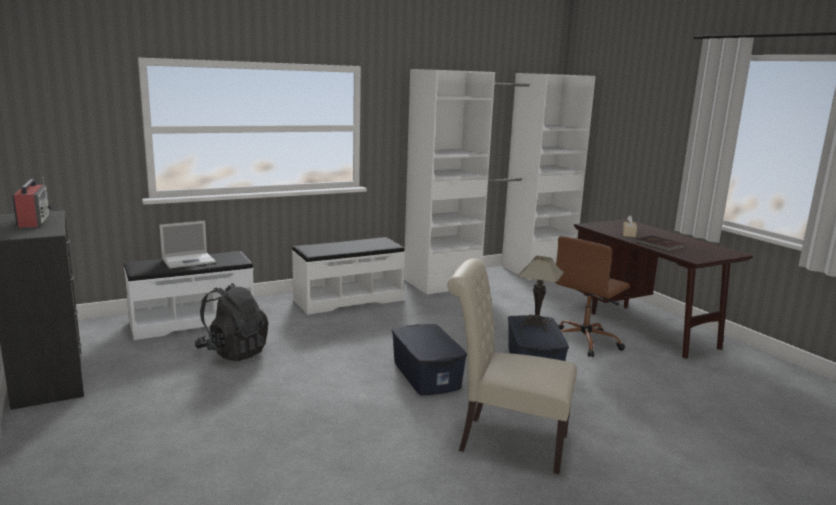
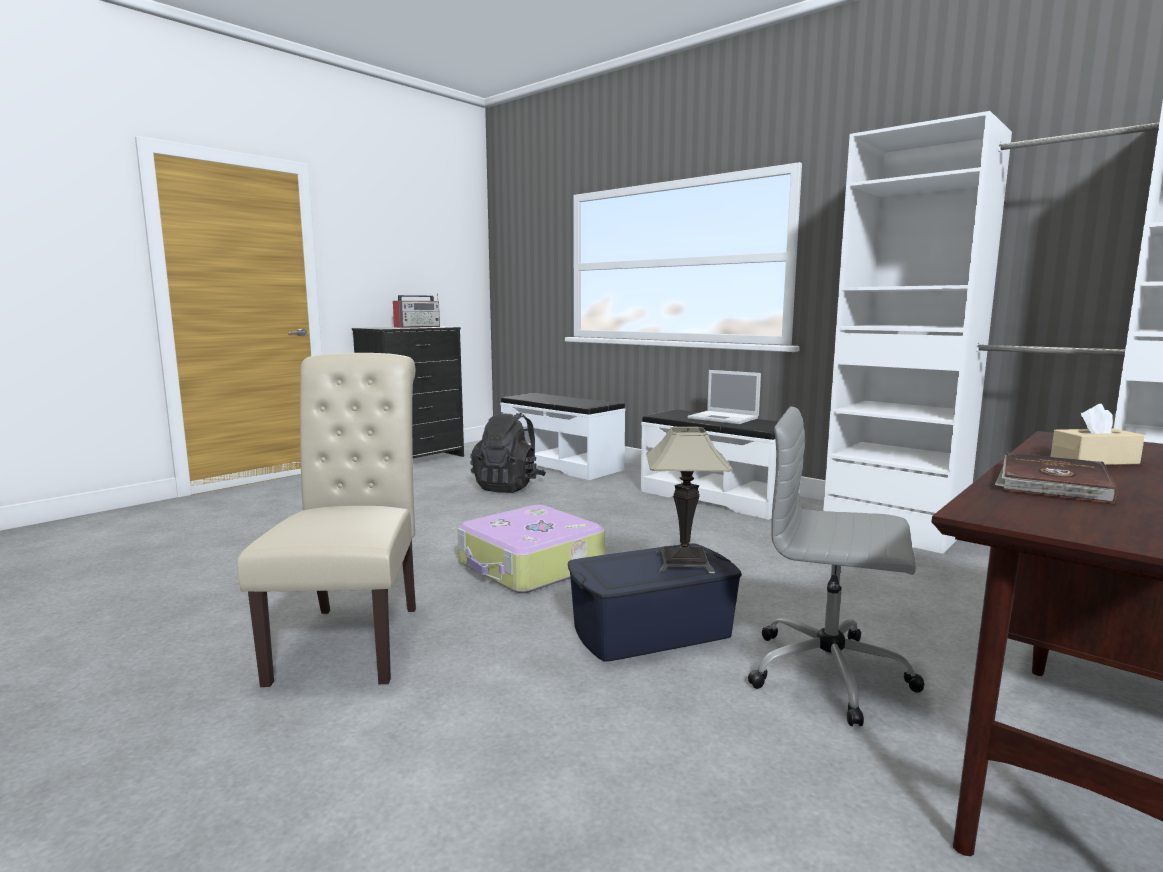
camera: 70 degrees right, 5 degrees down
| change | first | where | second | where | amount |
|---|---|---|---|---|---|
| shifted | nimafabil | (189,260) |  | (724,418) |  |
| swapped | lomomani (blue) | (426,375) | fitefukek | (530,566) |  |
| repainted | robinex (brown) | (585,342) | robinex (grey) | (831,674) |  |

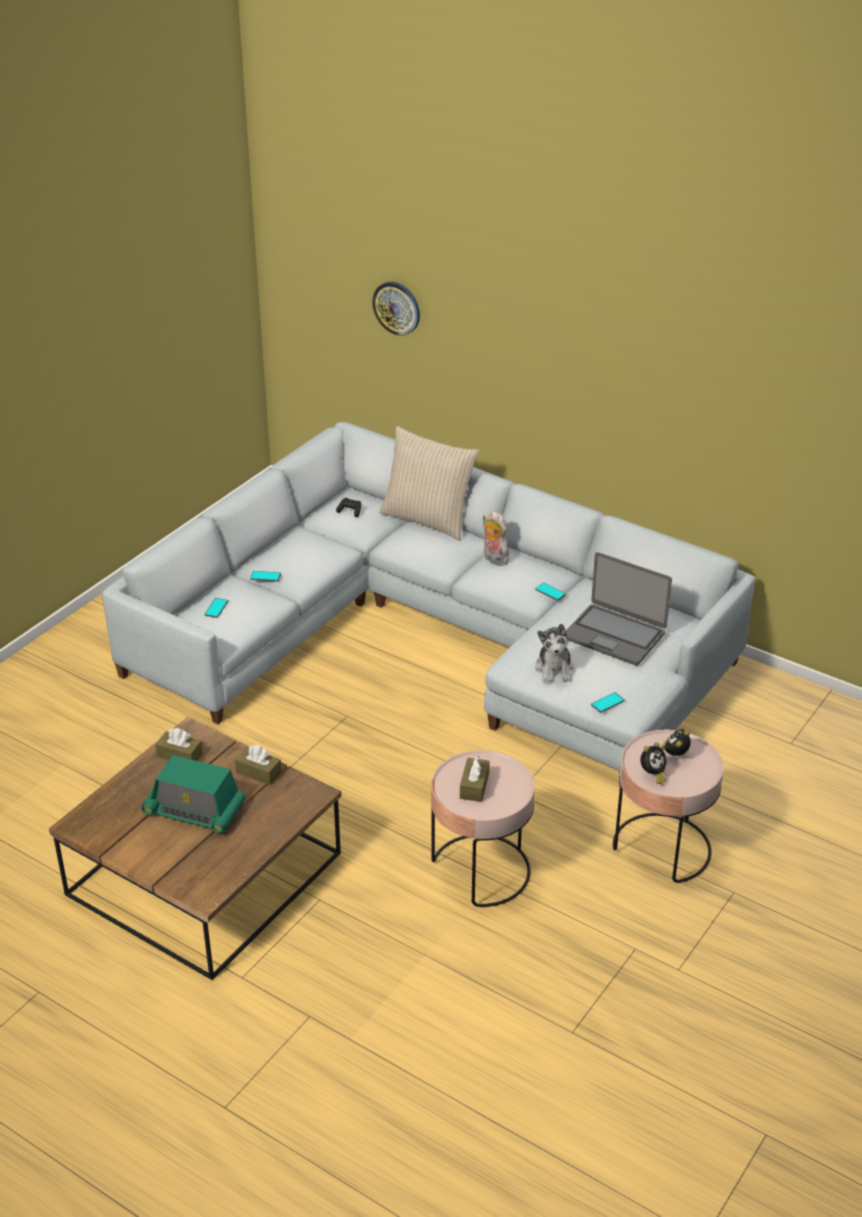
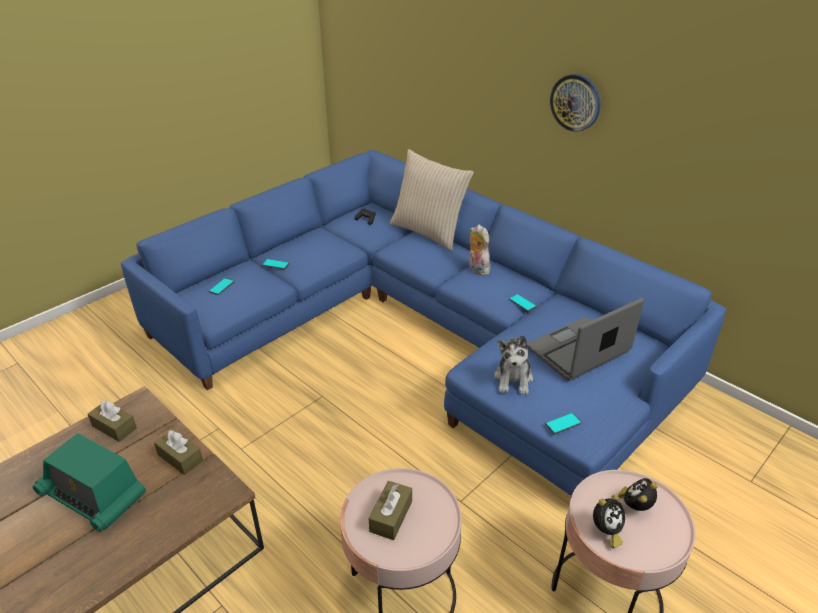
camera: 10 degrees right, 0 degrees up
| change | first | where | second | where | amount |
|---|---|---|---|---|---|
| shifted | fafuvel | (397,308) |  | (575,102) |  |
| repainted | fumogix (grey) | (436,635) | fumogix (blue) | (422,330) |  |
| rotated | nimafabil | (614,635) |  | (579,351) | 105 degrees clockwise |

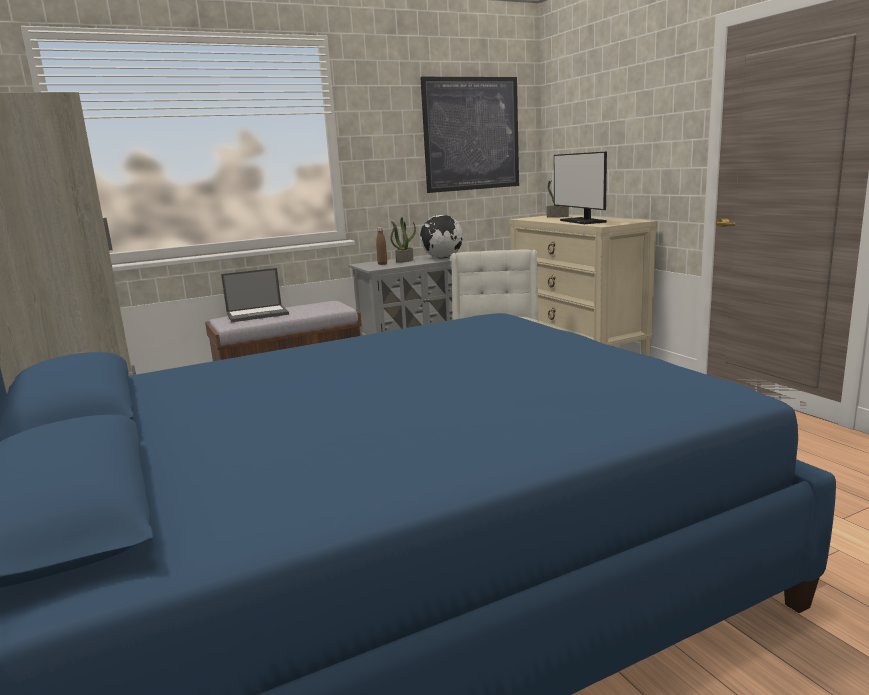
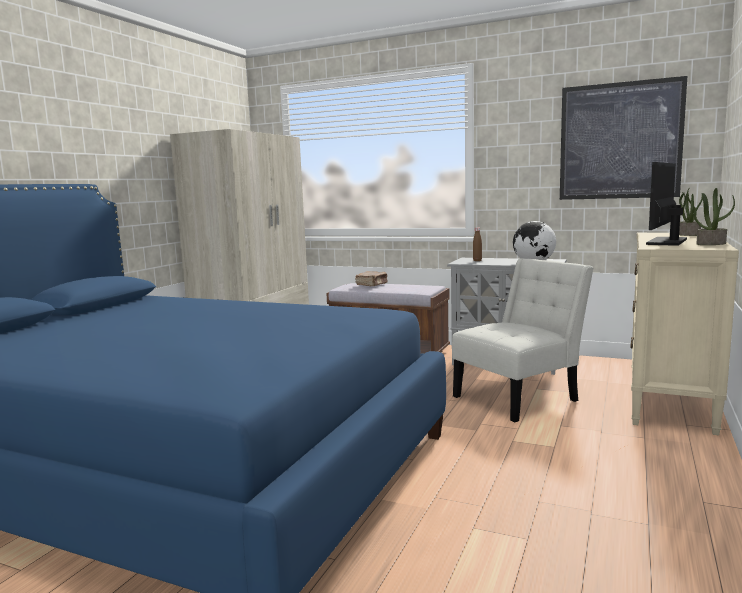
camera: 50 degrees right, 5 degrees down
| change | first | where | second | where | amount |
|---|---|---|---|---|---|
| shifted | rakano | (404,260) |  | (711,244) |  |
| swapped | nimafabil | (258,314) | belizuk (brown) | (372,284) |  |

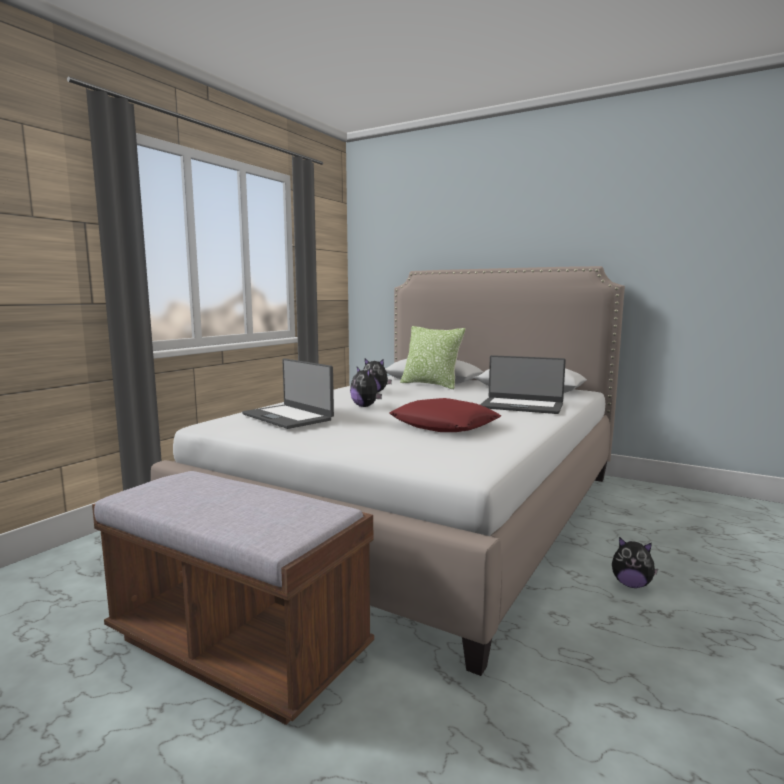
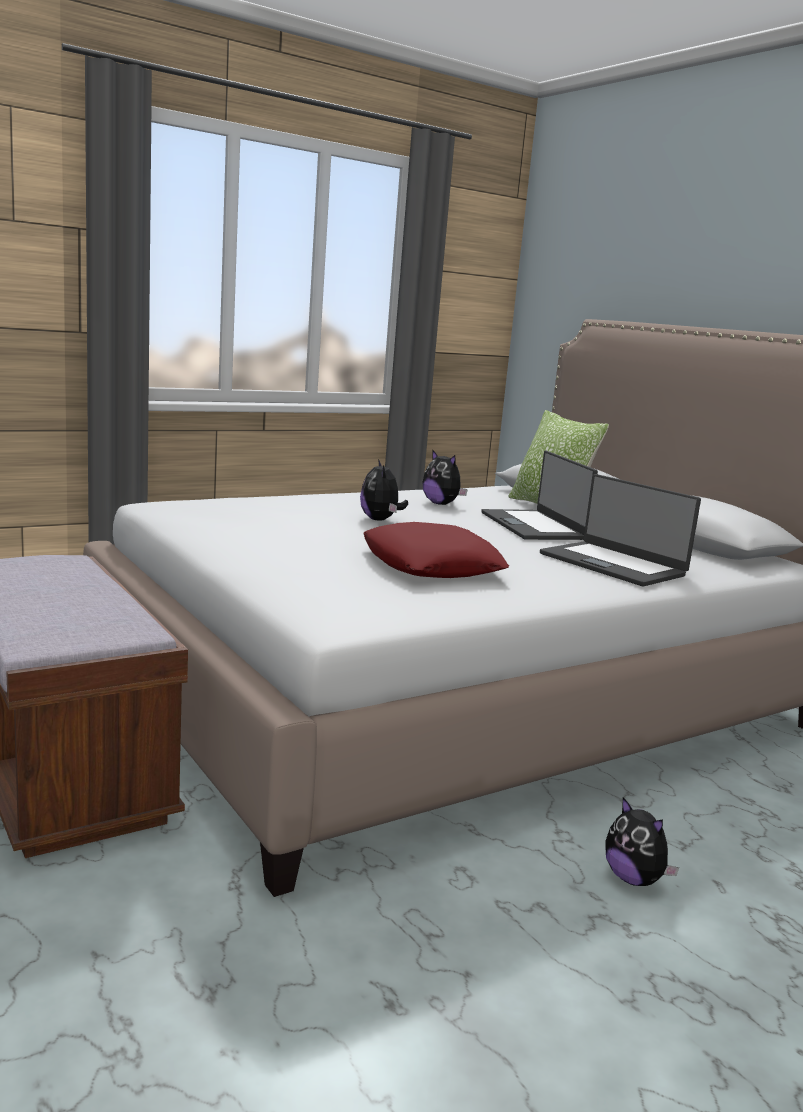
camera: 25 degrees right, 5 degrees up
| change | first | where | second | where | amount |
|---|---|---|---|---|---|
| shifted | nimafabil | (288,417) |  | (534,526) |  |

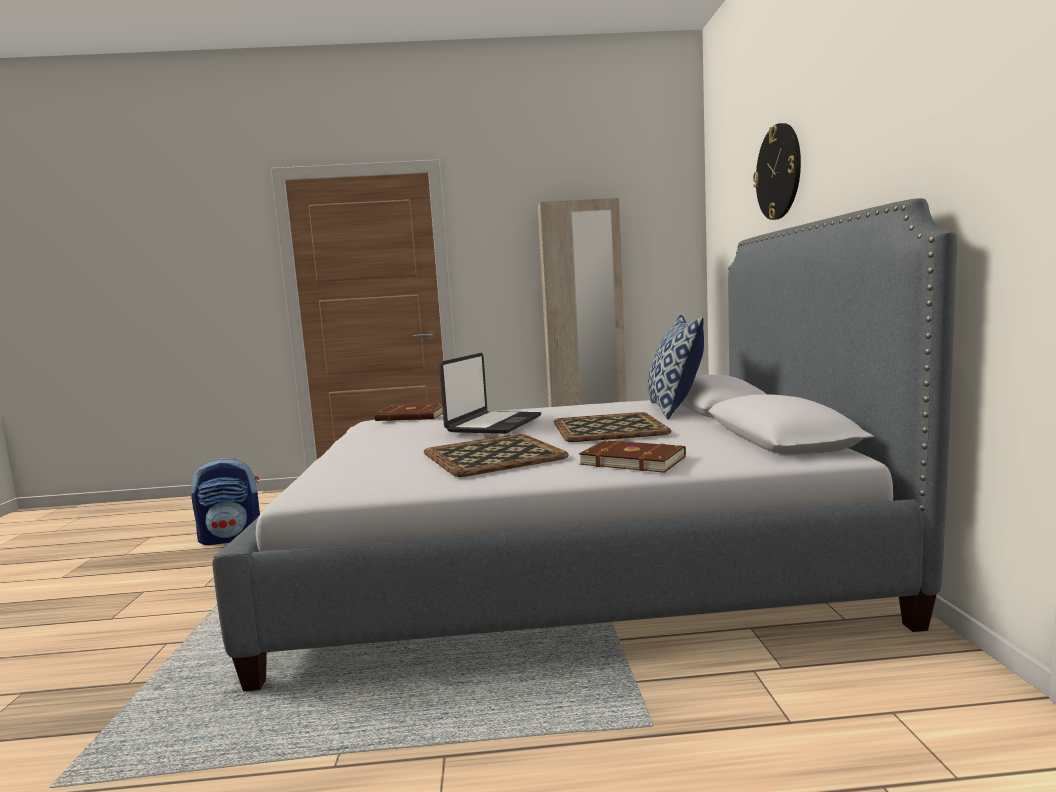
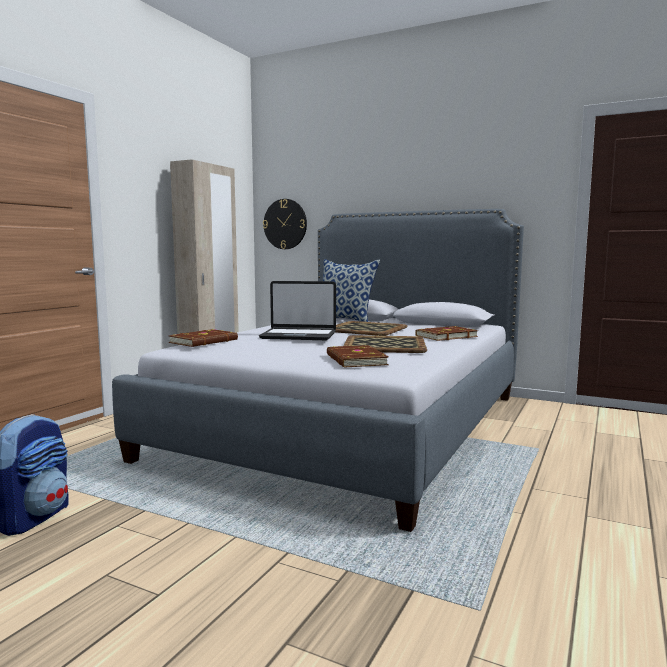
camera: 60 degrees left, 0 degrees up
| change | first | where | second | where | amount |
|---|---|---|---|---|---|
| new |  |  | belizuk (brown) | (355,360) |  |
| shifted | fafuvel | (778,172) |  | (285,224) |  |
| rotated | nimafabil | (493,424) |  | (298,335) | 135 degrees clockwise |

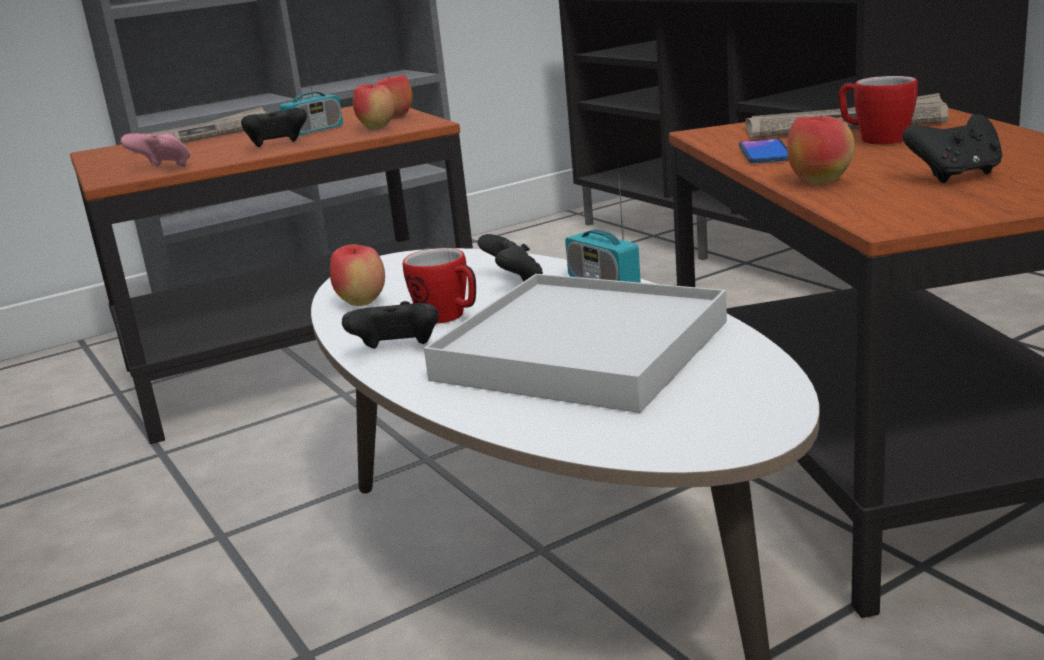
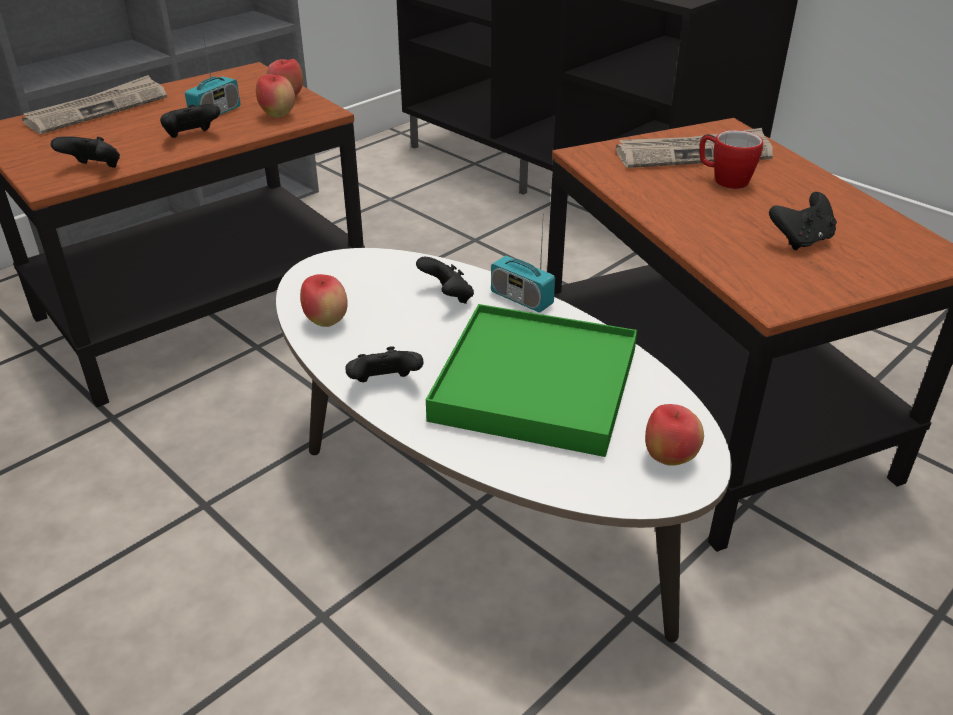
camera: 15 degrees left, 15 degrees up
| change | first | where | second | where | amount |
|---|---|---|---|---|---|
| gone | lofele | (449,317) |  |  |  |
| gone | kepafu | (765,153) |  |  |  |
| shifted | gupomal | (819,182) |  | (669,458) |  |
| repainted | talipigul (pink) | (163,168) | talipigul (black) | (94,169) |  |
| repainted | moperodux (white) | (582,351) | moperodux (green) | (536,385) |  |

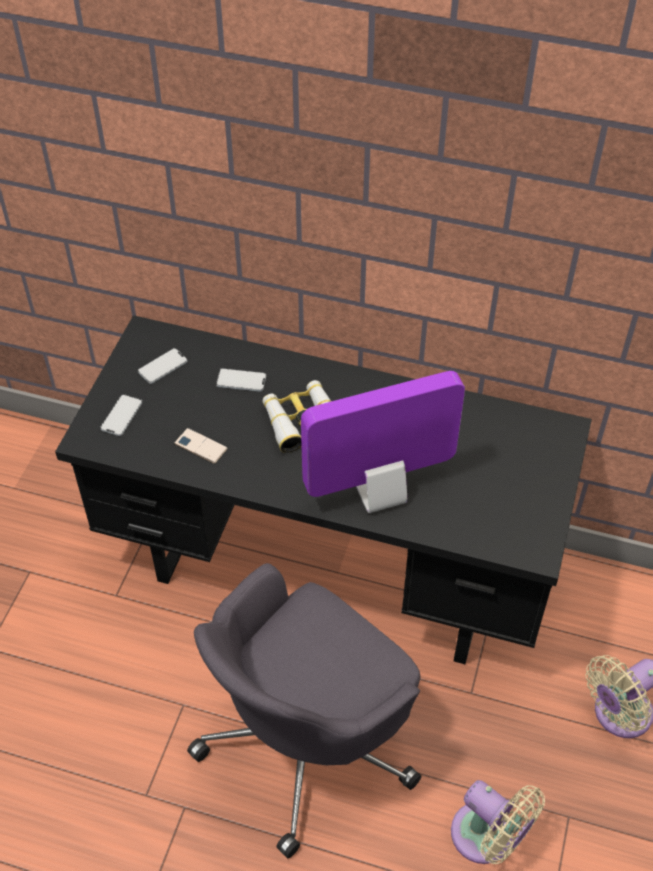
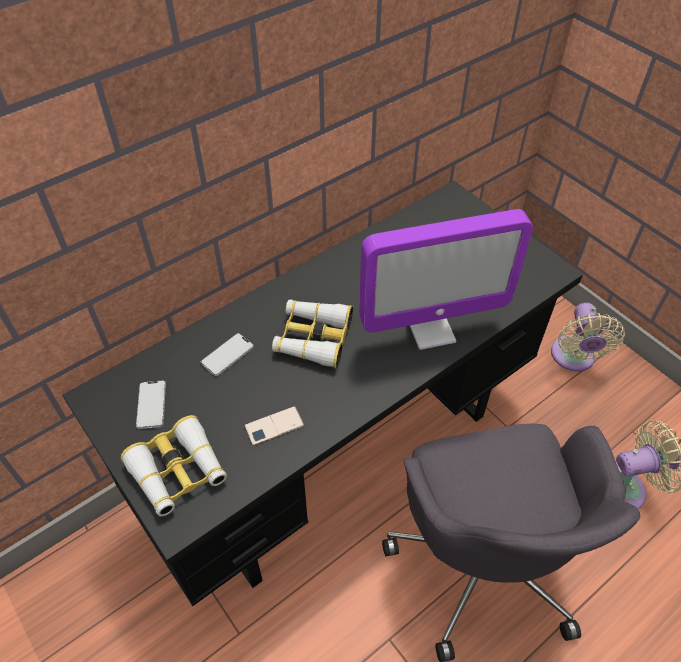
camera: 55 degrees left, 0 degrees up
| change | first | where | second | where | amount |
|---|---|---|---|---|---|
| swapped | kepafu | (121,416) | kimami | (178,472) |  |
| rotated | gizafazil | (380,494) |  | (430,330) | 120 degrees counterclockwise |

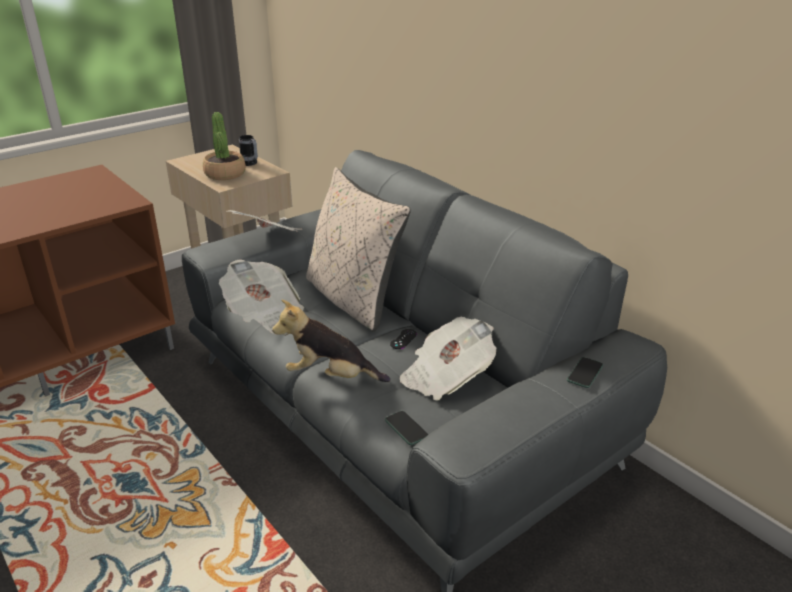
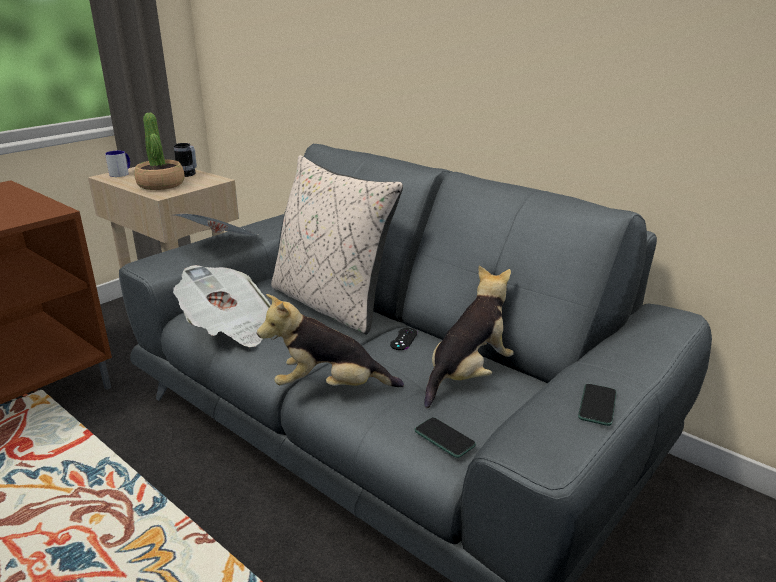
camera: 10 degrees left, 5 degrees down
| change | first | where | second | where | amount |
|---|---|---|---|---|---|
| new |  |  | lofele | (121,173) |  |
| shifted | kepafu | (585,373) |  | (597,405) |  |
| swapped | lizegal | (446,377) | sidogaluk | (468,375) |  |

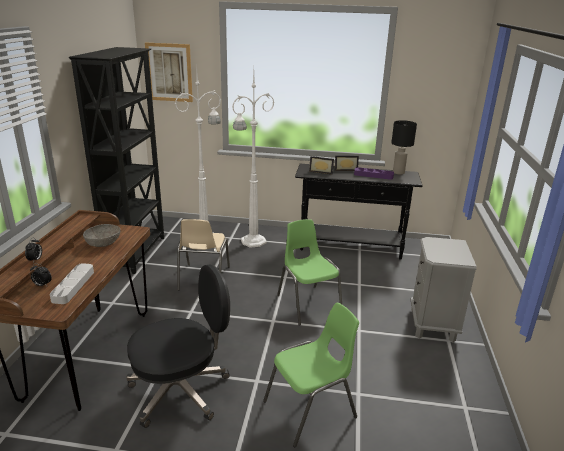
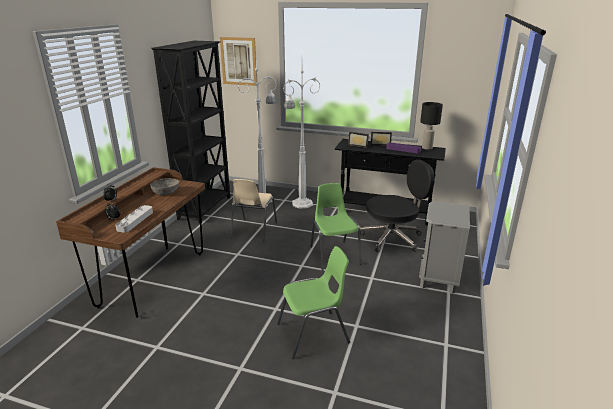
camera: 10 degrees right, 0 degrees up
| change | first | where | second | where | amount |
|---|---|---|---|---|---|
| shifted | robinex (black) | (181,390) |  | (393,238) |  |

